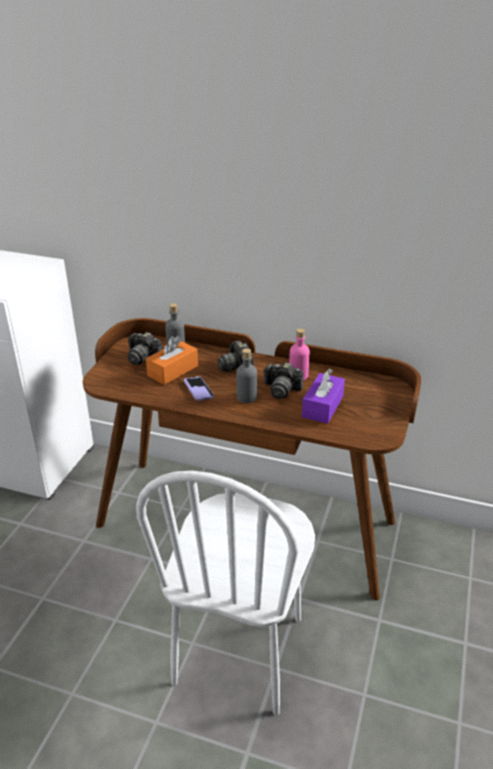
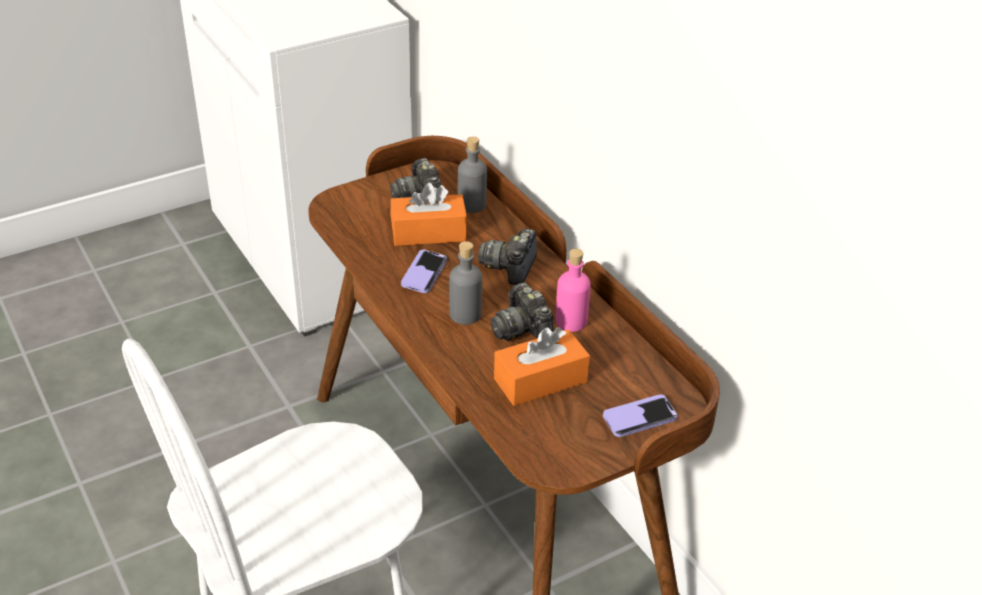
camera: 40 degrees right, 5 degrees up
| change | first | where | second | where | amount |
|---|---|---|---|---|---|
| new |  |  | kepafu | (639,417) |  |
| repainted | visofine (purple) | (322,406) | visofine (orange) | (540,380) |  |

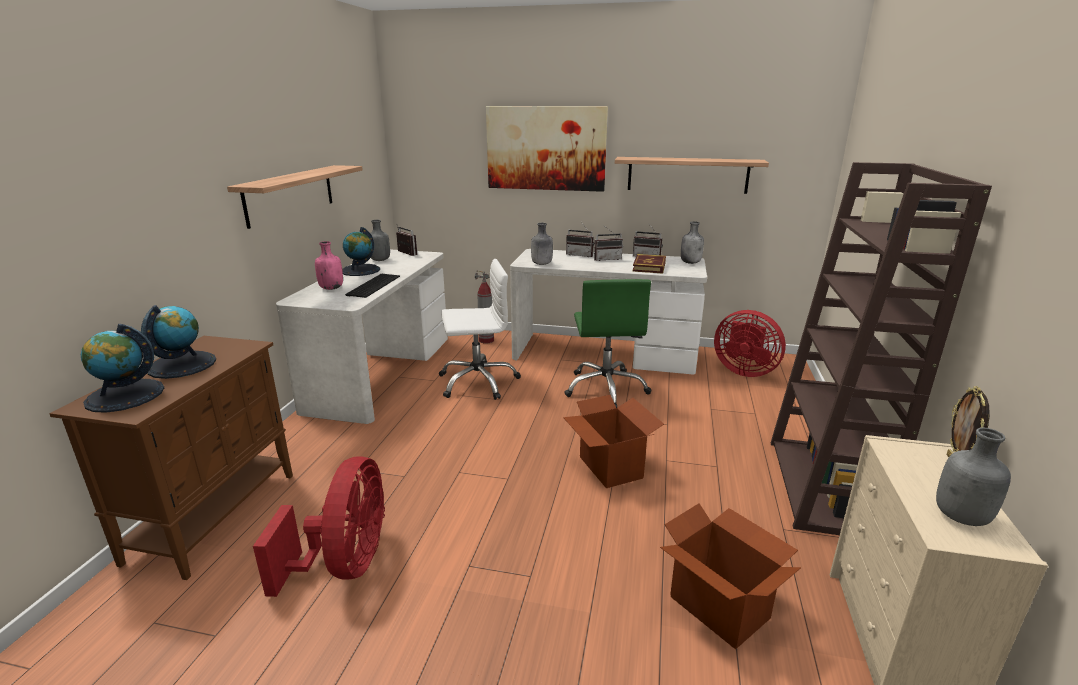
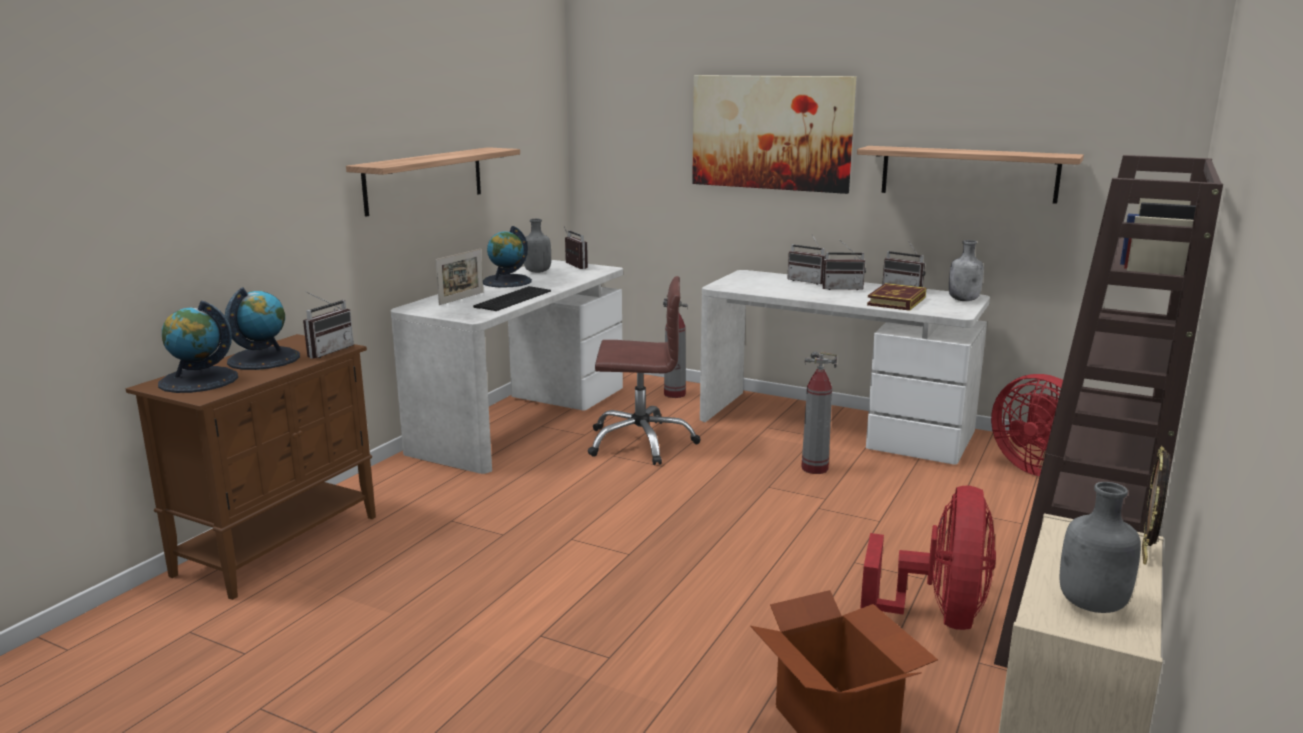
camera: 15 degrees right, 5 degrees down
| change | first | where | second | where | amount |
|---|---|---|---|---|---|
| gone | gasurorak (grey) | (541,264) |  |  |  |
| gone | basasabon | (609,467) |  |  |  |
| new |  |  | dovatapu | (327,351) |  |
| shifted | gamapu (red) | (345,564) |  | (936,618) |  |
| swapped | gasurorak (pink) | (331,288) | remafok | (461,298) |  |
| swapped | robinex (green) | (606,388) | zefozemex | (814,468) |  |
| repainted | robinex (white) | (478,382) | robinex (brown) | (641,442) |  |

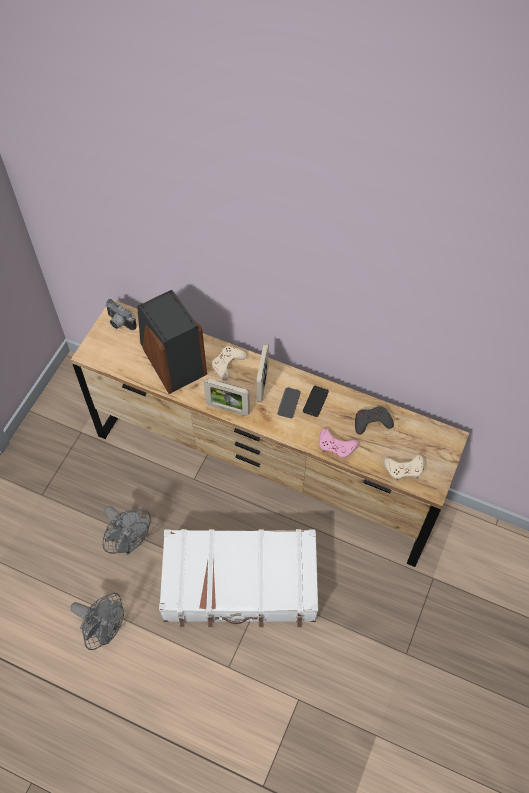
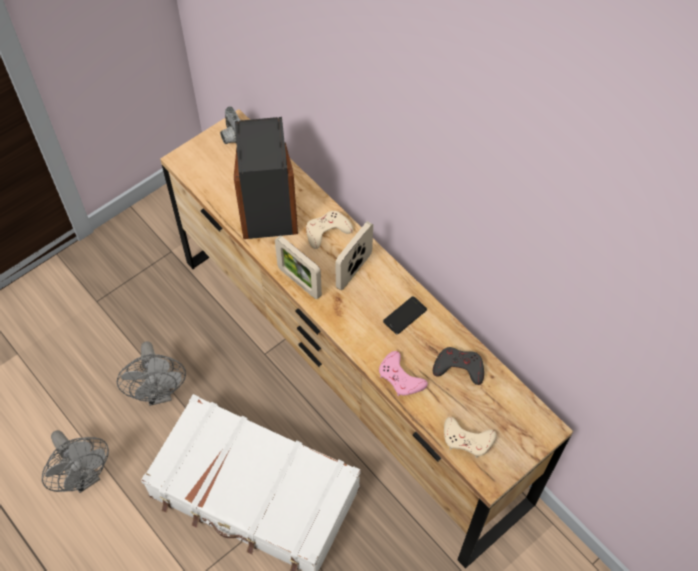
camera: 25 degrees right, 0 degrees up
| change | first | where | second | where | amount |
|---|---|---|---|---|---|
| gone | kepafu | (289,403) |  |  |  |

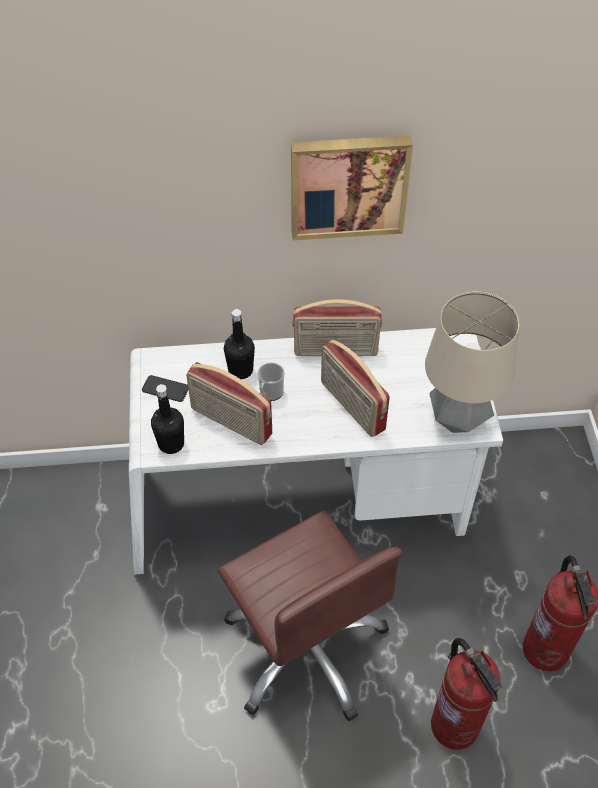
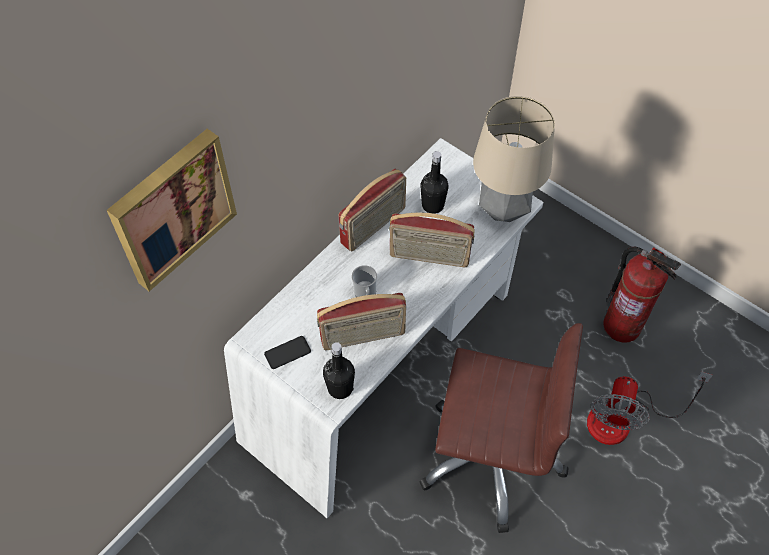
camera: 45 degrees left, 5 degrees up
| change | first | where | second | where | amount |
|---|---|---|---|---|---|
| shifted | gasurorak (black) | (240,370) |  | (433,205) |  |
| shifted | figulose | (348,185) |  | (171,208) |  |
| swapped | zefozemex | (454,725) | gamapu | (623,419) |  |

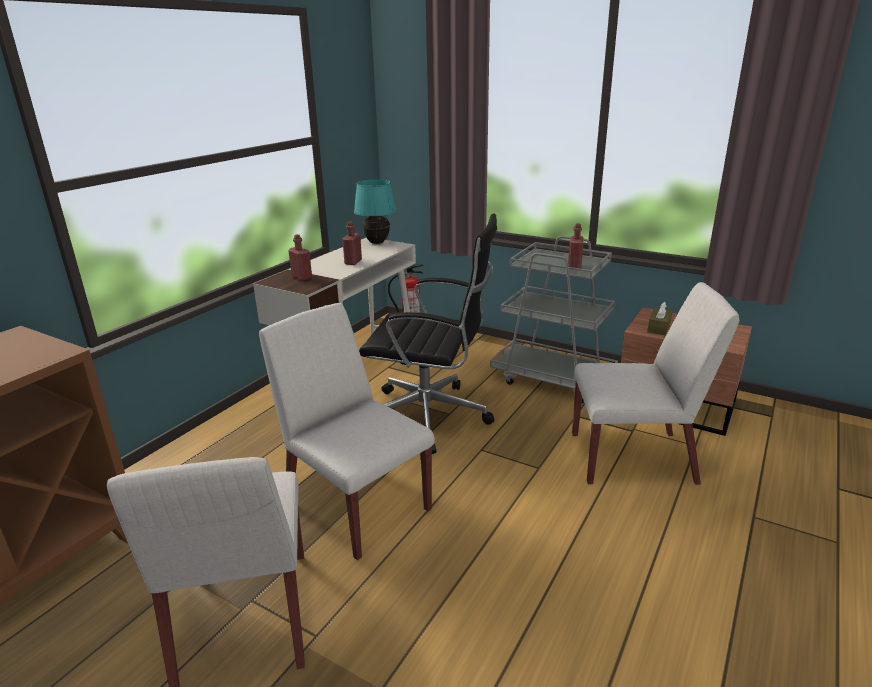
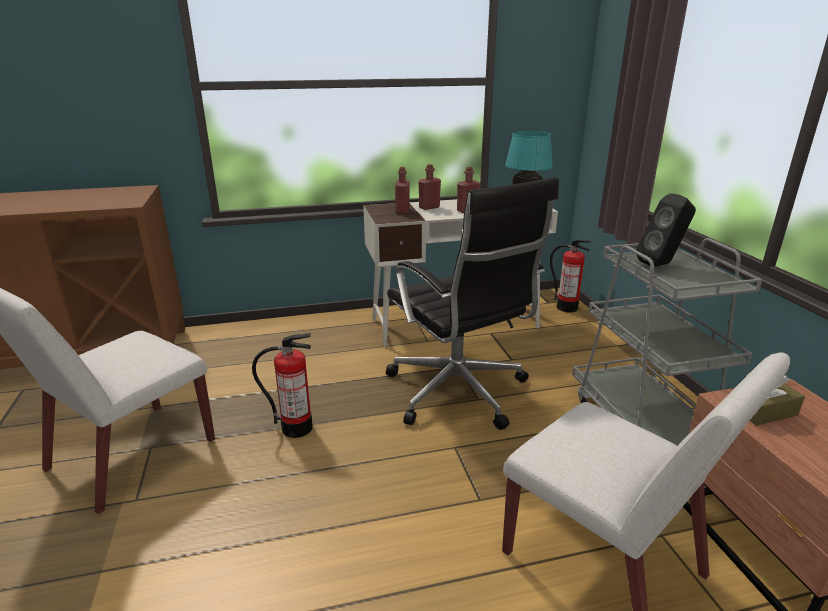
camera: 45 degrees right, 0 degrees up
| change | first | where | second | where | amount |
|---|---|---|---|---|---|
| new |  |  | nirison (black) | (661,264) |  |
| shifted | gasurorak (red) | (574,266) |  | (429,207) |  |
| swapped | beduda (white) | (356,505) | zefozemex | (297,428) |  |

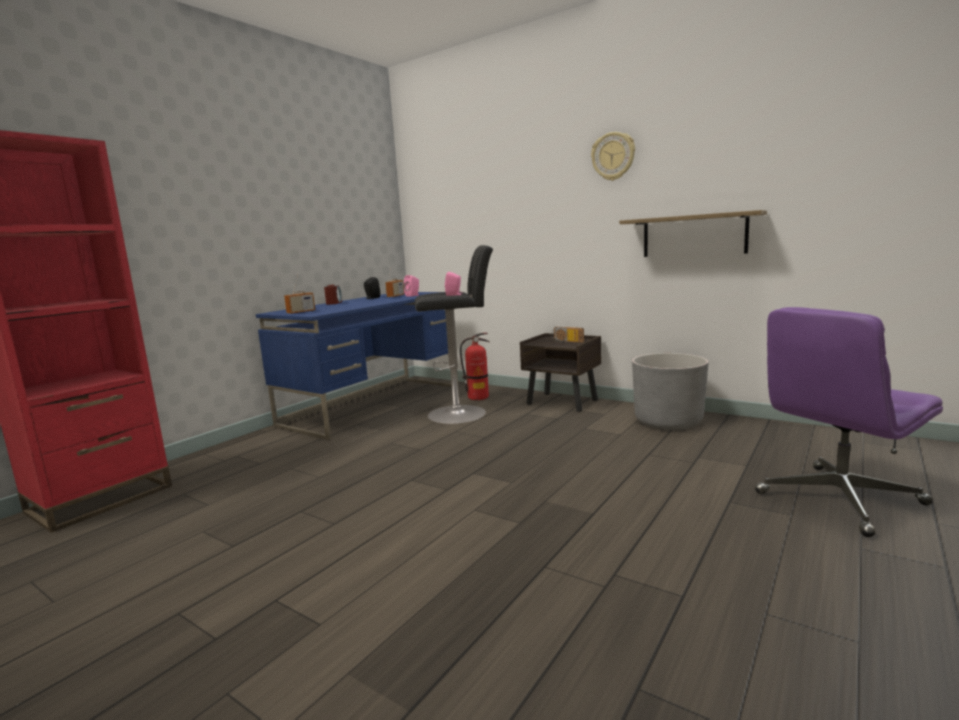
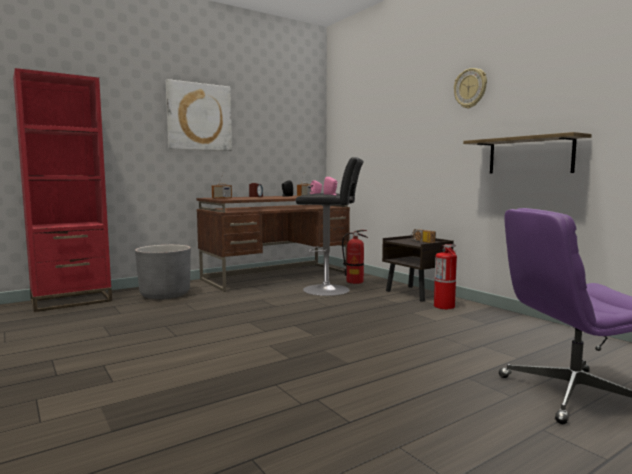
camera: 20 degrees right, 5 degrees down
| change | first | where | second | where | amount |
|---|---|---|---|---|---|
| new |  |  | figulose | (199,117) |  |
| new |  |  | zefozemex | (444,306) |  |
| shifted | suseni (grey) | (668,422) |  | (165,294) |  |
| repainted | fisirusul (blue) | (375,405) | fisirusul (brown) | (277,276) |  |

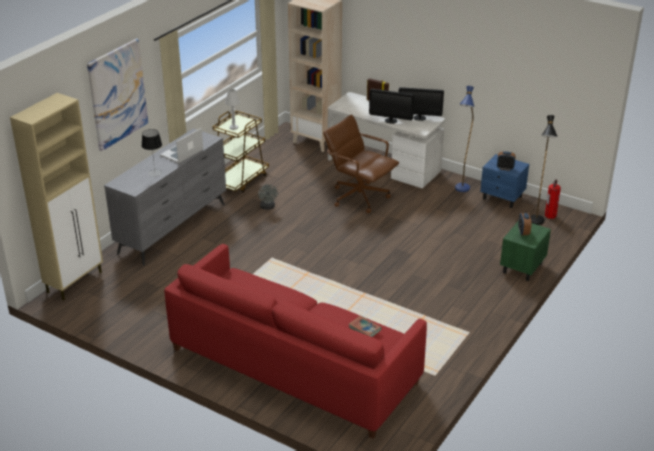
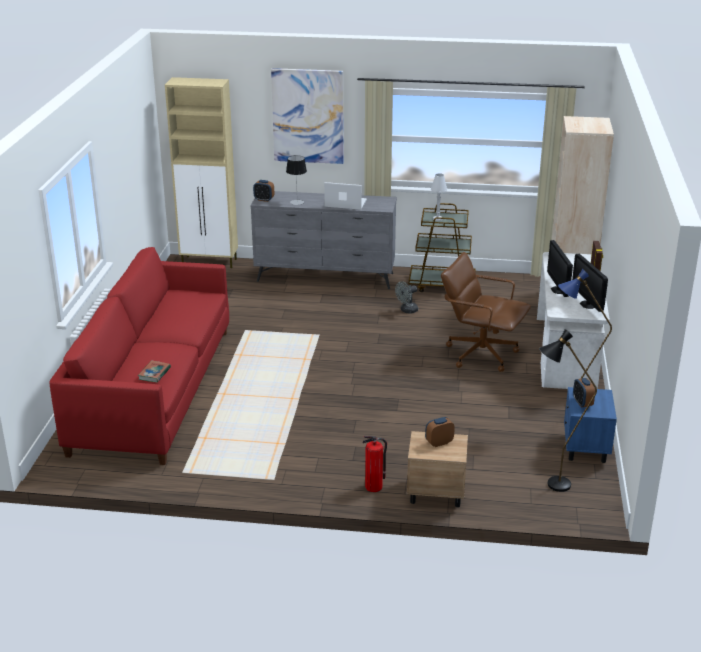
camera: 65 degrees right, 5 degrees down
| change | first | where | second | where | amount |
|---|---|---|---|---|---|
| new |  |  | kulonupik | (264,199) |  |
| shifted | zefozemex | (550,215) |  | (374,487) |  |
| repainted | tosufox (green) | (522,268) | tosufox (beige) | (435,493) |  |
| rotated | robinex (brown) | (359,197) |  | (481,354) | 75 degrees counterclockwise |

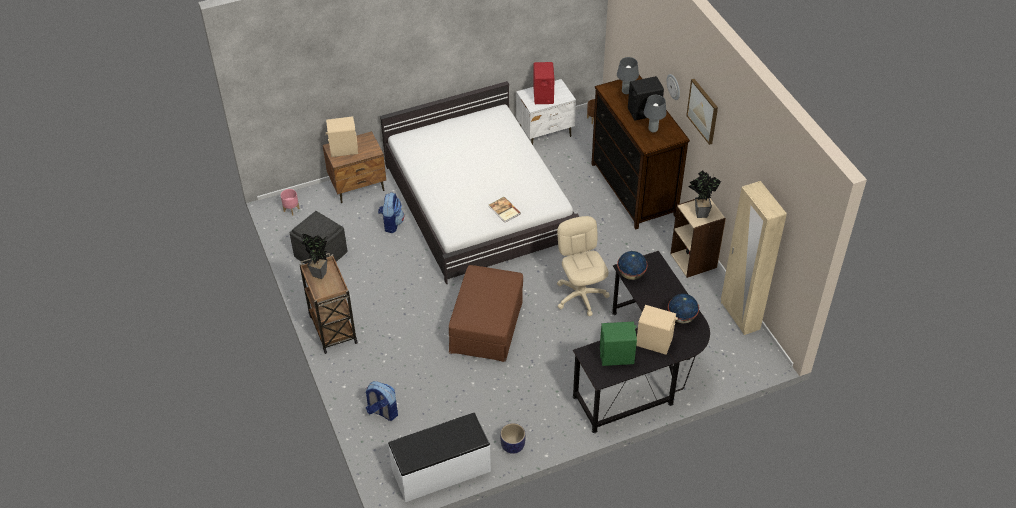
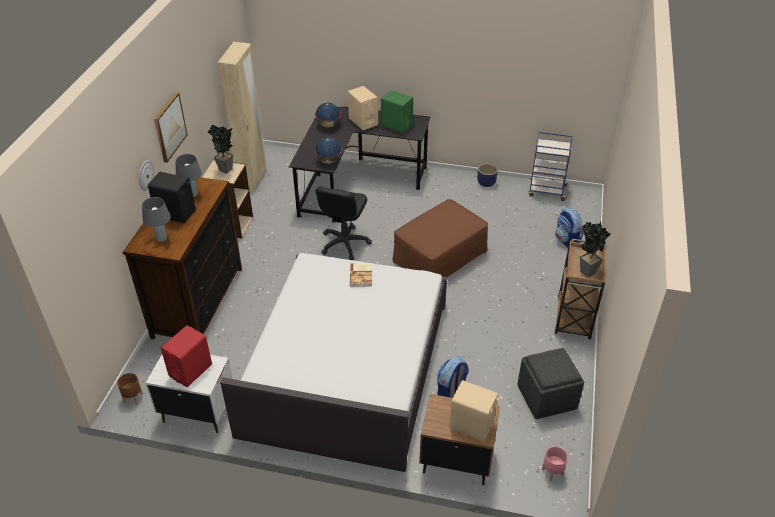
camera: 145 degrees left, 5 degrees down
| change | first | where | second | where | amount |
|---|---|---|---|---|---|
| swapped | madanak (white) | (441,471) | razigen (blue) | (546,191) |  |
| repainted | robinex (beige) | (581,296) | robinex (black) | (344,243) |  |

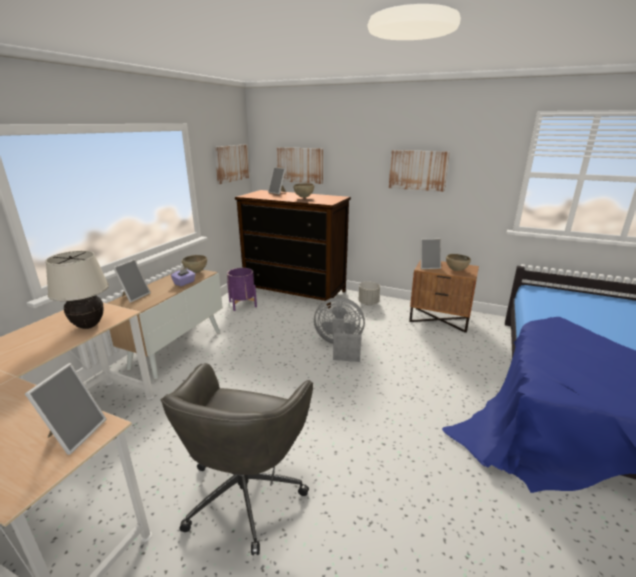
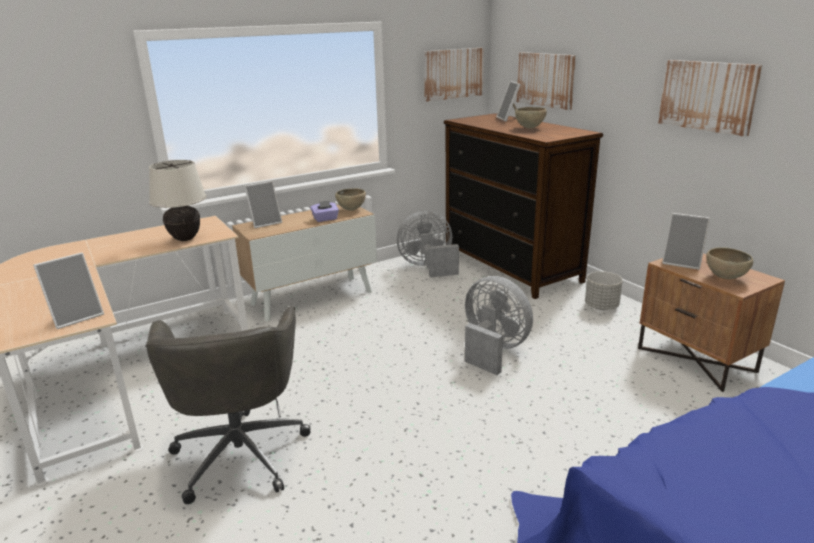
camera: 35 degrees right, 0 degrees up
| change | first | where | second | where | amount |
|---|---|---|---|---|---|
| swapped | suseni (purple) | (242,304) | gamapu (grey) | (428,267) |  |
| rotated | robinex (grey) | (246,490) |  | (241,452) | 60 degrees counterclockwise |

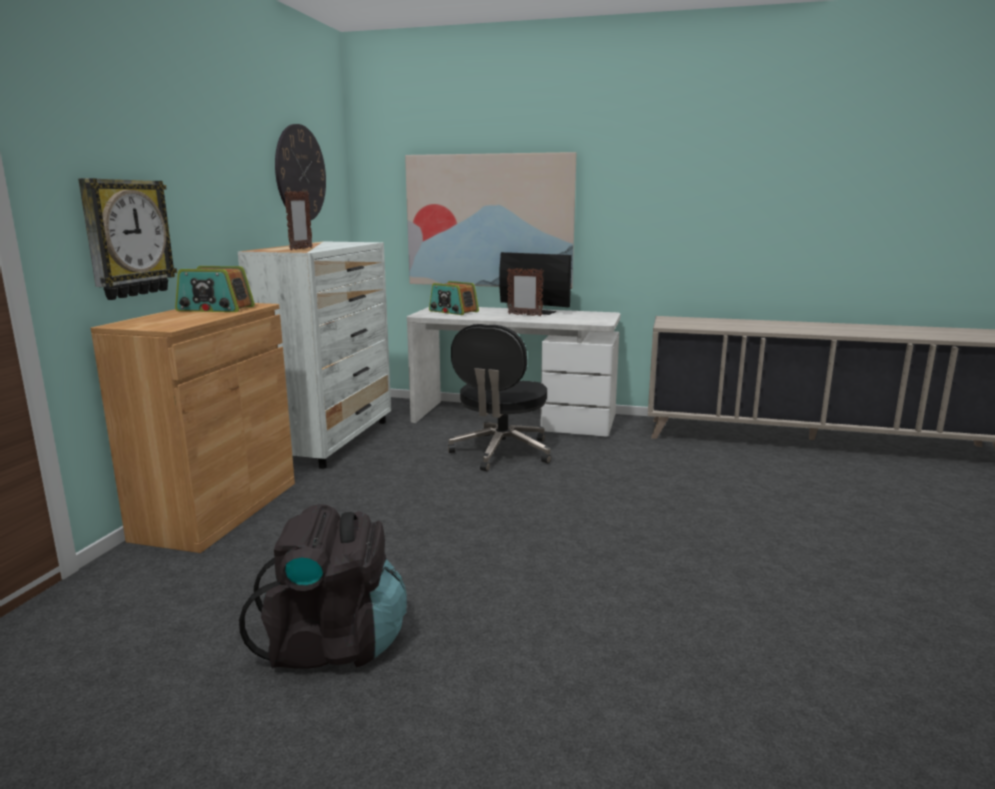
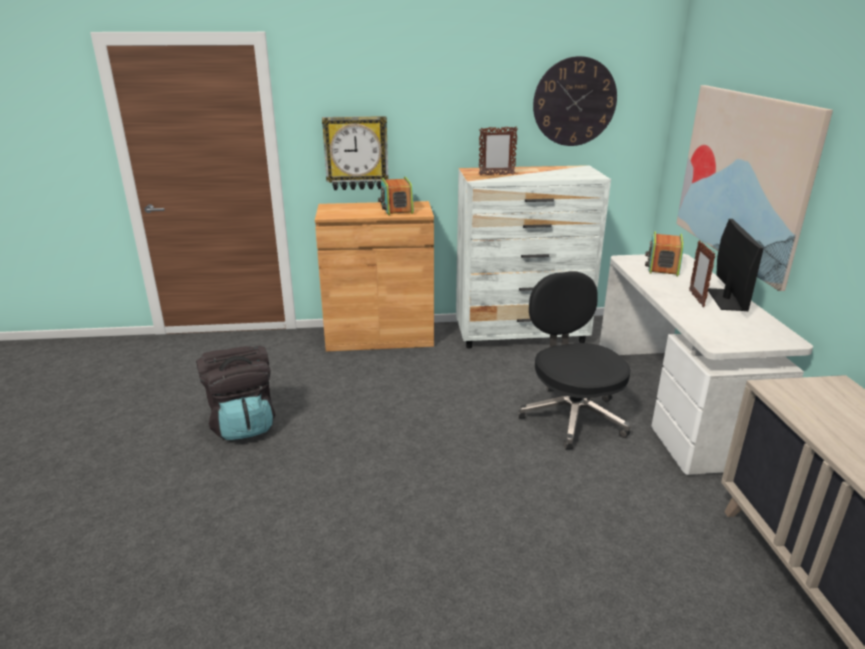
camera: 70 degrees right, 10 degrees up
| change | first | where | second | where | amount |
|---|---|---|---|---|---|
| rotated | robinex (black) | (501,452) |  | (571,416) | 75 degrees clockwise |

